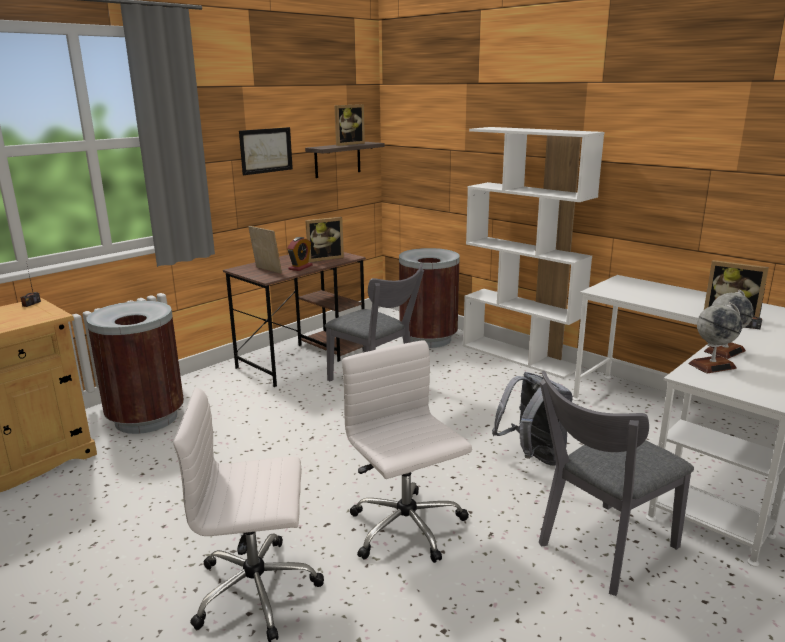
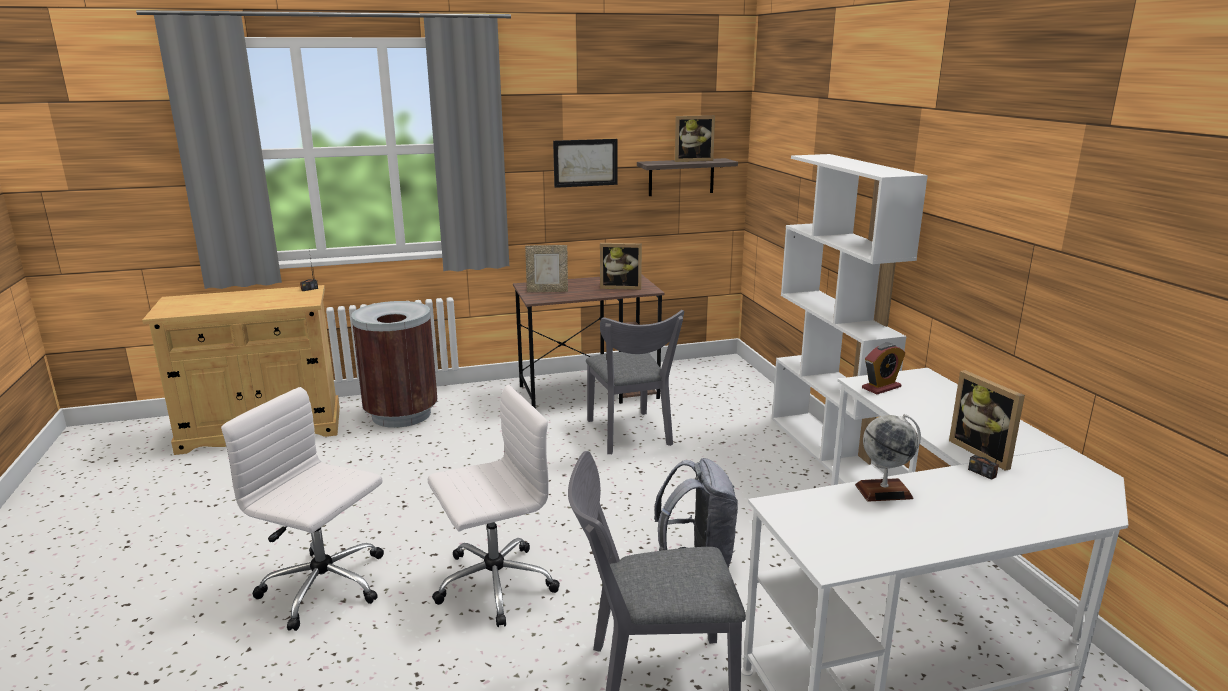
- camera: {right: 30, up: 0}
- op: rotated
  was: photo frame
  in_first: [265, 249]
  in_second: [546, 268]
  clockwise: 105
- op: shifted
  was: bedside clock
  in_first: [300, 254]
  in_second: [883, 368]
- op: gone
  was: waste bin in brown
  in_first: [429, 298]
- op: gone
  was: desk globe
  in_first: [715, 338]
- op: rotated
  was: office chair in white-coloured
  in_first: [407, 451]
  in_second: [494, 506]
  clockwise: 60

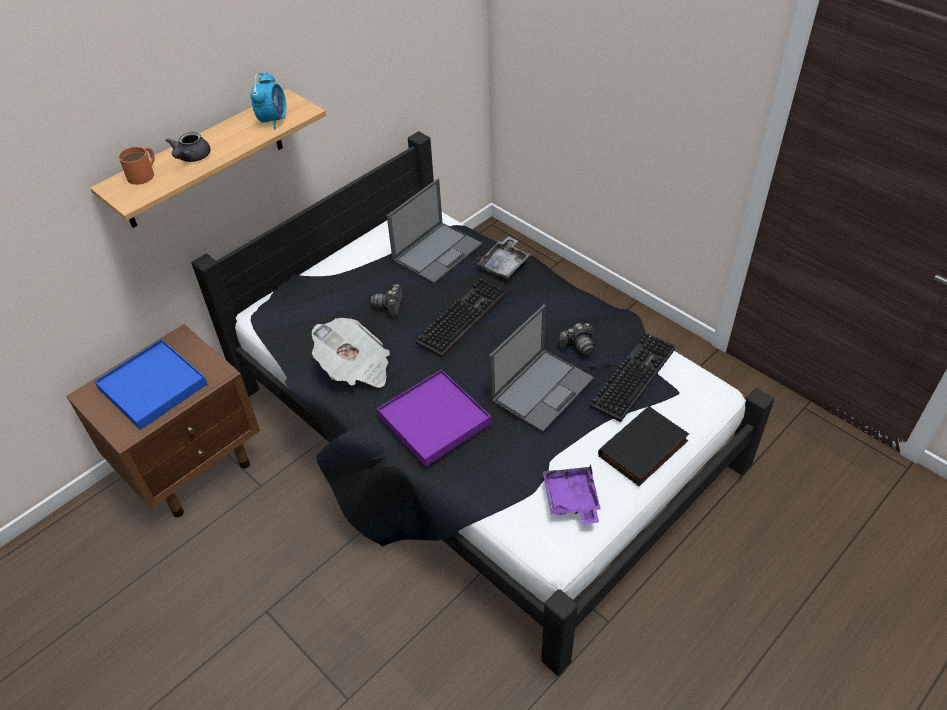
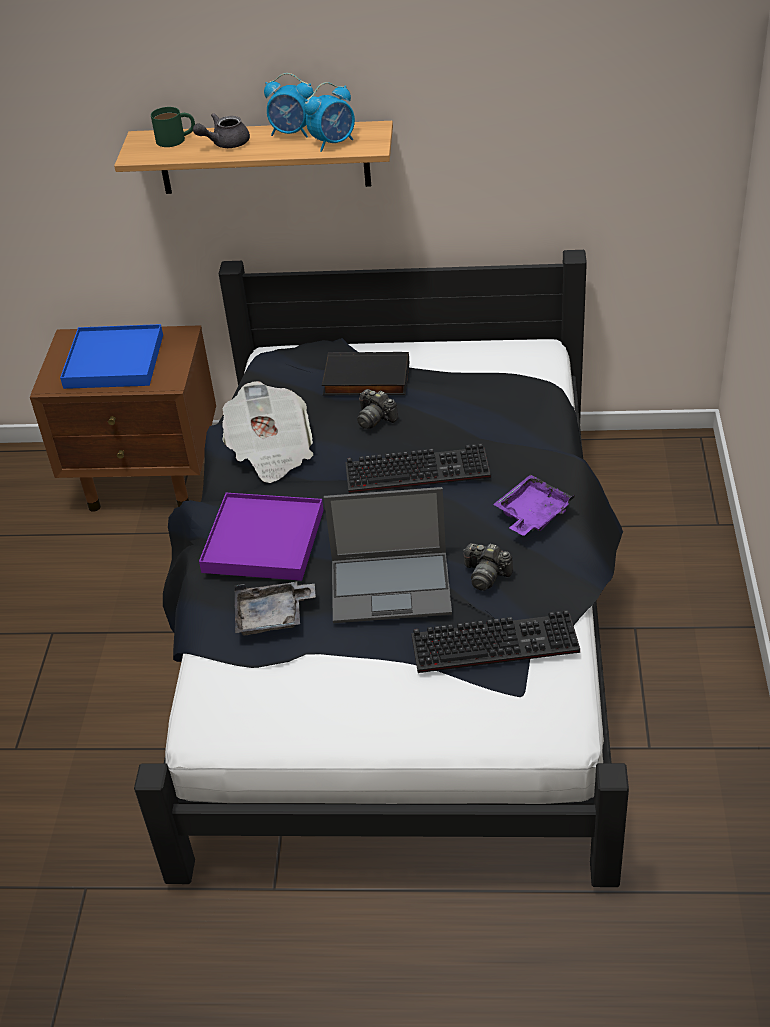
- camera: {right: 50, up: -5}
- op: repainted
  was: mug in orange-coloured
  now: mug in green
  in_first: [137, 166]
  in_second: [173, 127]
- op: gone
  was: notebook computer
  in_first: [434, 231]
- op: shifted
  was: serving tray in gray
  in_first: [503, 257]
  in_second: [275, 608]
- op: rotated
  was: photo camera
  in_first: [387, 300]
  in_second: [378, 409]
  clockwise: -105
- op: shifted
  was: volume in black-coloured
  in_first: [643, 446]
  in_second: [365, 373]
- op: shifted
  was: serving tray in purple
  in_first: [572, 494]
  in_second: [534, 505]
- op: new
  now: bedside clock
  in_second: [288, 105]

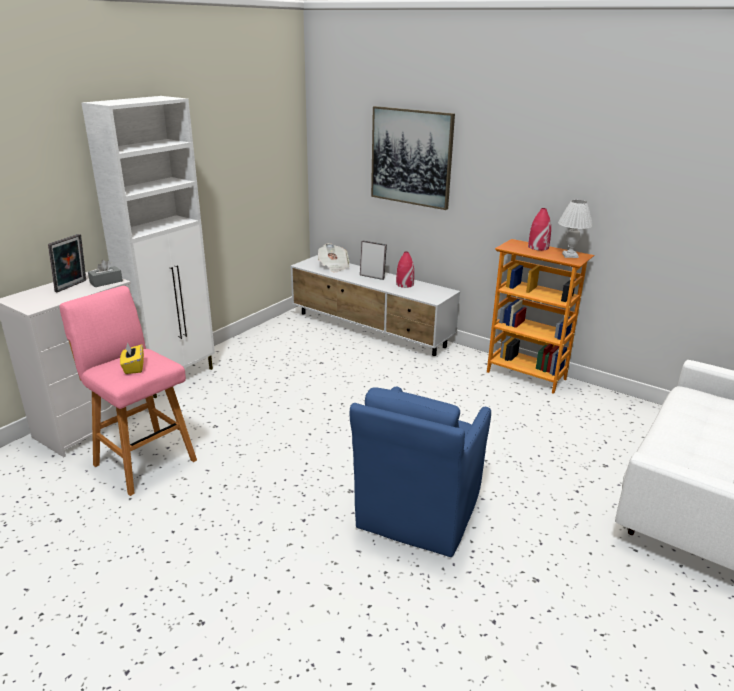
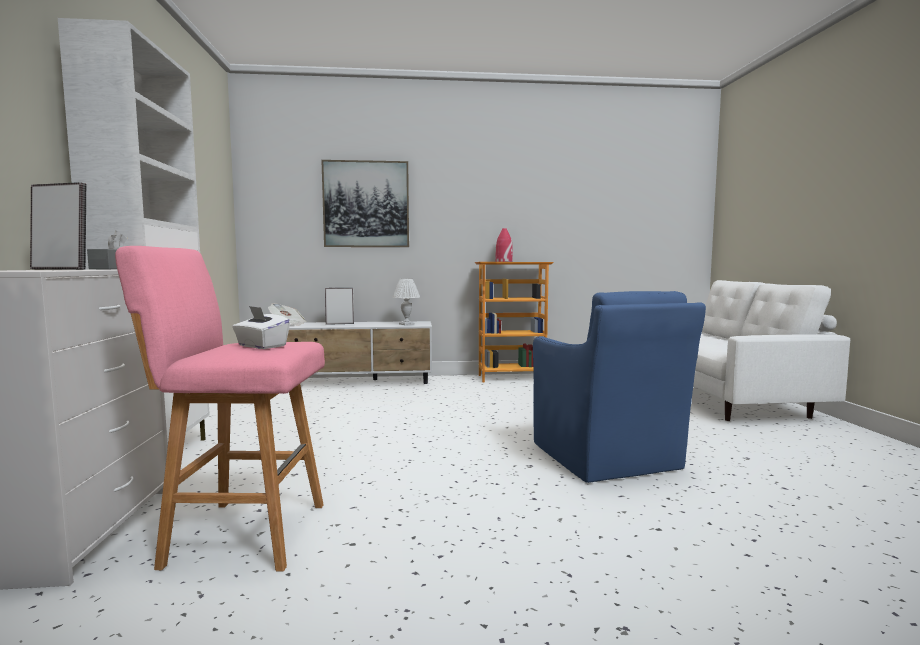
- camera: {right: -40, up: -20}
- op: shifted
  was: lamp for a table in white-coloured
  in_first: [575, 229]
  in_second: [406, 301]
- op: rotated
  was: photo frame
  in_first: [67, 263]
  in_second: [58, 226]
  clockwise: -60
- op: gone
  was: decorative vase in red-coloured
  in_first: [405, 269]
- op: repainted
  was: tissue box in yellow
  now: tissue box in white-coloured
  in_first: [132, 358]
  in_second: [261, 327]

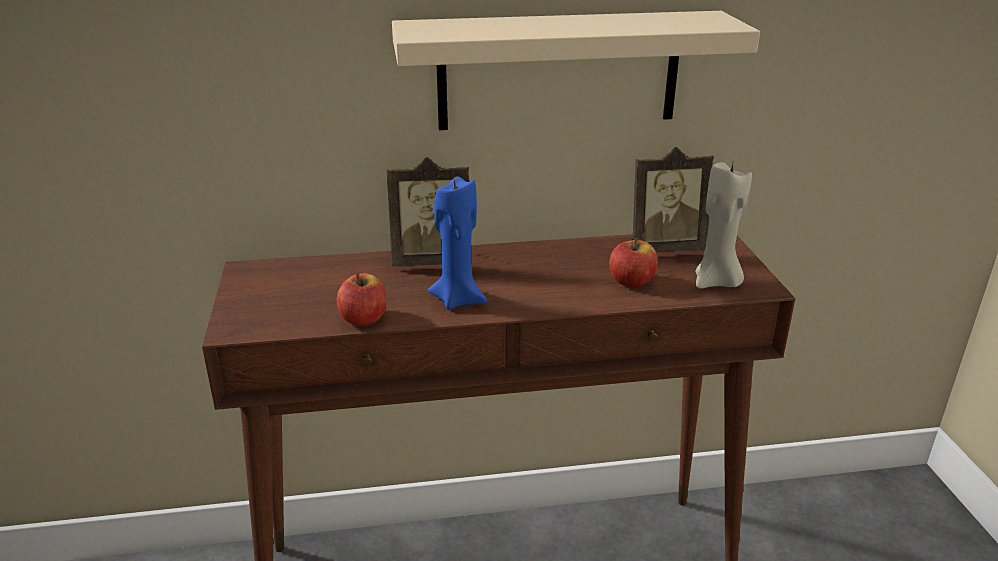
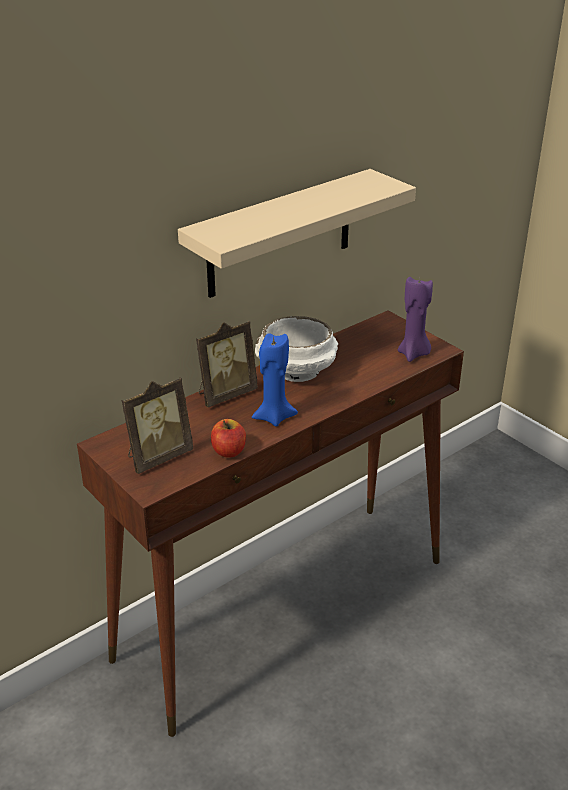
- camera: {right: -30, up: 5}
- op: shifted
  was: photo frame
  in_first: [673, 200]
  in_second: [157, 425]
- op: repainted
  was: wax light in sand-coloured
  now: wax light in purple
  in_first: [723, 225]
  in_second: [415, 319]
- op: gone
  was: apple
  in_first: [633, 262]
- op: new
  now: serving bowl in white-coloured
  in_second: [296, 349]

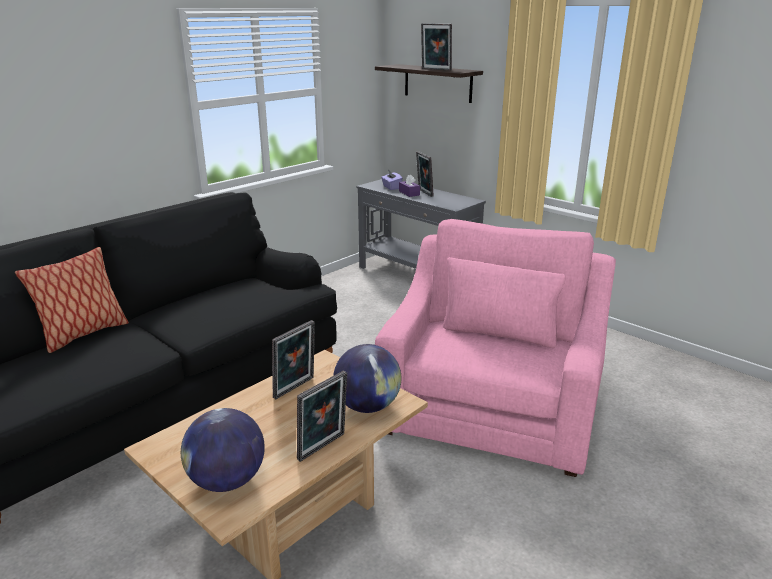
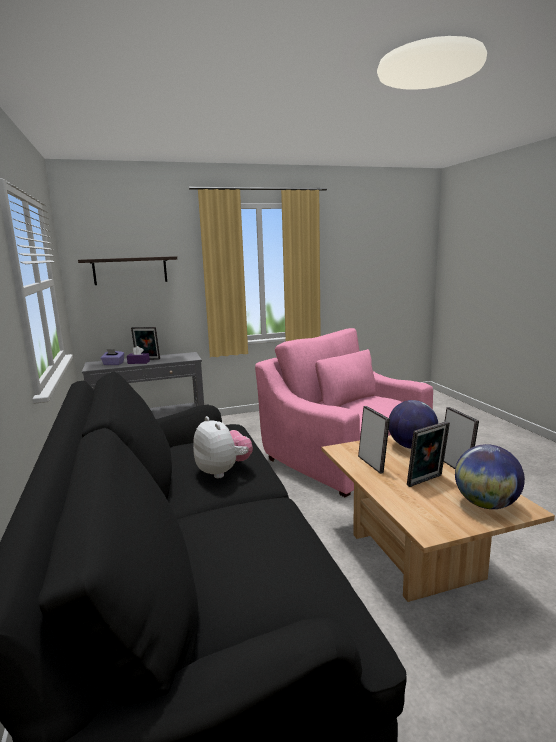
- camera: {right: -60, up: -10}
- op: shifted
  was: photo frame
  in_first: [436, 46]
  in_second: [428, 454]
- op: gone
  was: throw pillow
  in_first: [72, 300]
- op: new
  now: soft toy
  in_second: [223, 447]

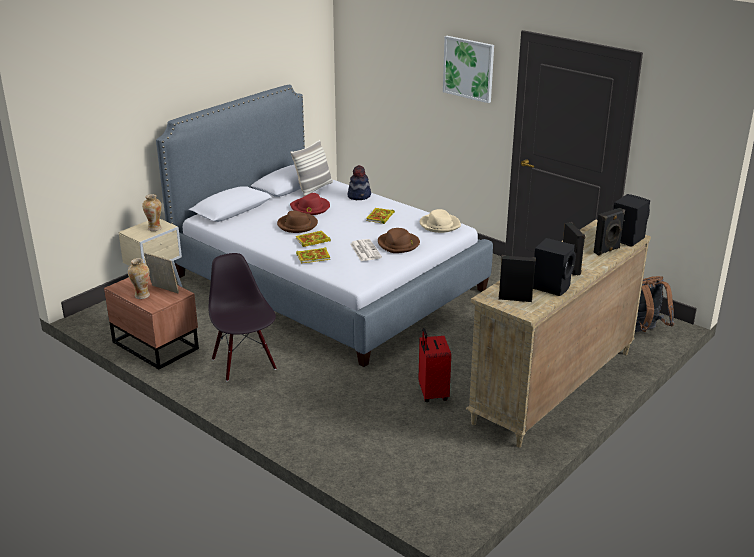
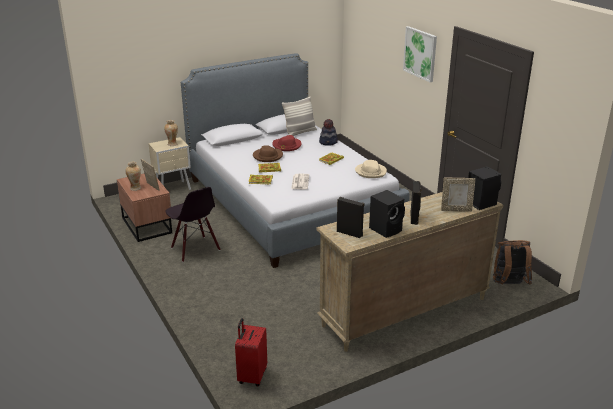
- camera: {right: 20, up: 0}
- op: swapped
  was: speaker in black-coloured
  now: photo frame
  in_first: [609, 232]
  in_second: [458, 195]
- op: gone
  was: clothing hat in brown
  in_first: [399, 240]
- op: rotated
  was: chair in black-coloured
  in_first: [242, 317]
  in_second: [193, 224]
  clockwise: 150
- op: shifted
  was: suitcase in red-coloured
  in_first: [434, 365]
  in_second: [251, 352]

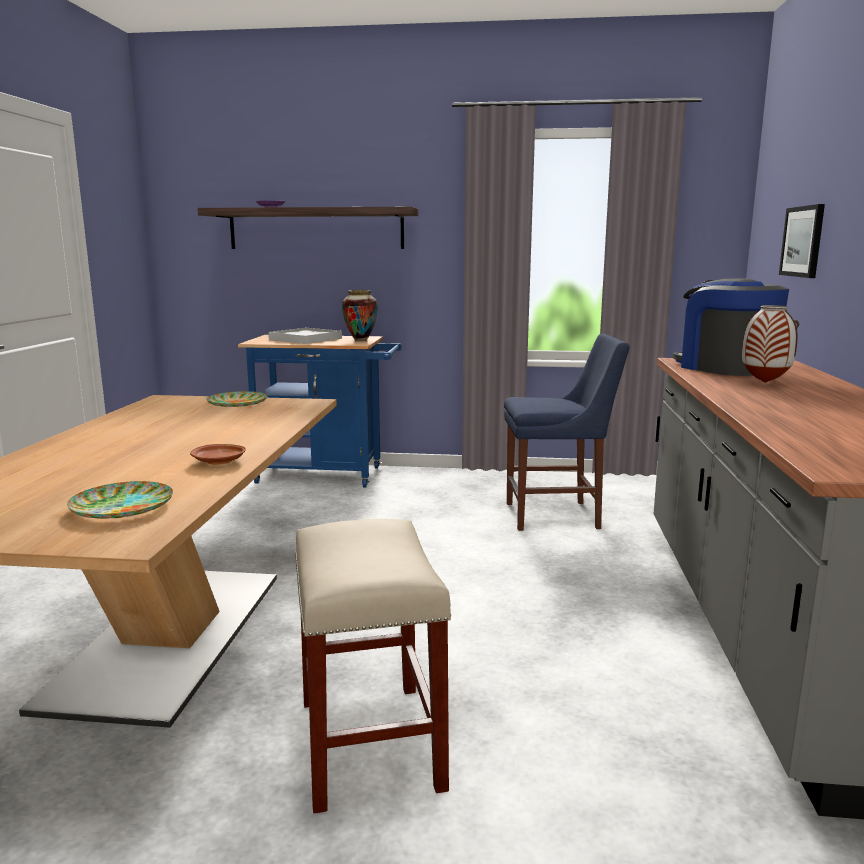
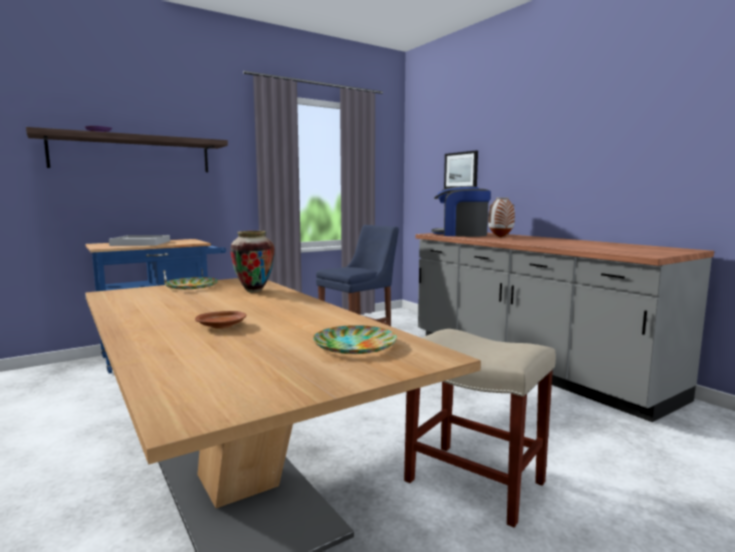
- camera: {right: -40, up: -5}
- op: shifted
  was: decorative vase
  in_first: [360, 315]
  in_second: [252, 261]
- op: shifted
  was: dinner plate in brown
  in_first: [218, 454]
  in_second: [220, 320]

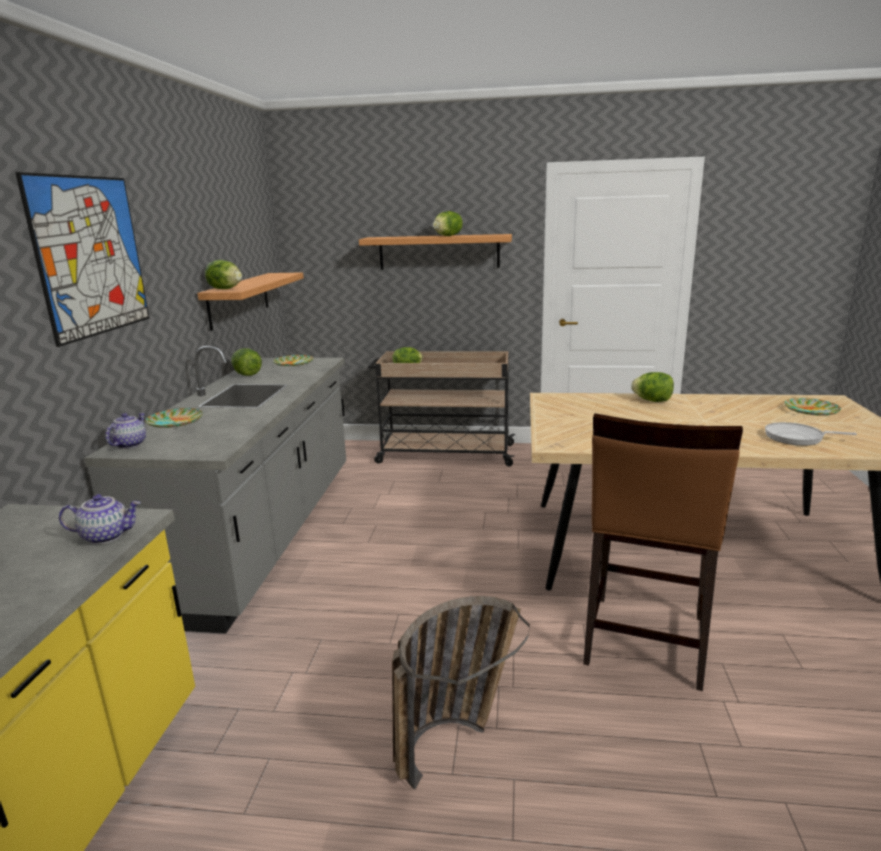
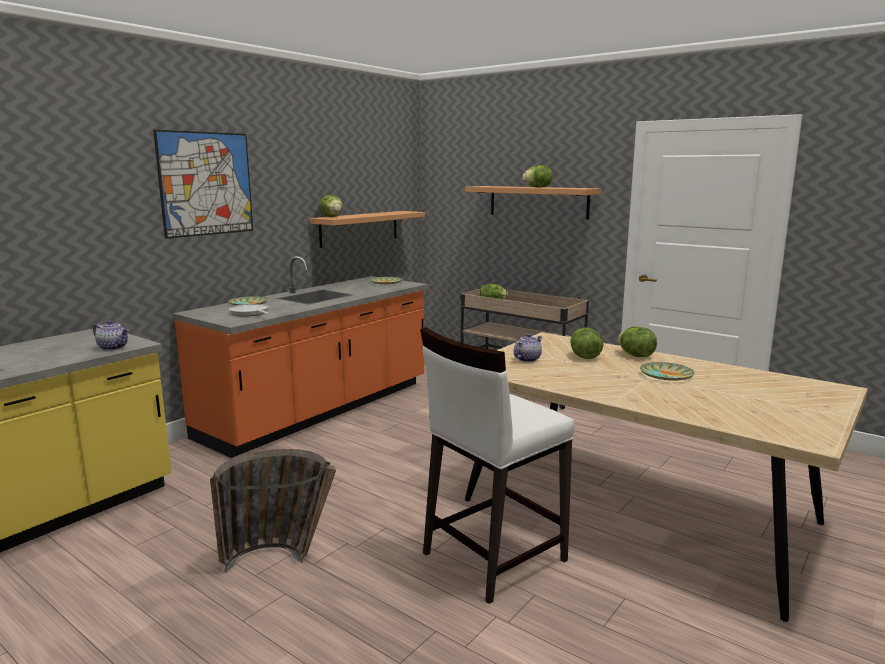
- camera: {right: 30, up: -5}
- op: repainted
  was: counter in gray
  now: counter in orange-coloured
  in_first: [215, 490]
  in_second: [300, 357]
- op: shifted
  was: head of lettuce
  in_first: [246, 362]
  in_second: [587, 343]
- op: shifted
  was: dinner plate
  in_first: [812, 407]
  in_second: [667, 371]
- op: shifted
  was: pot for tea
  in_first: [125, 431]
  in_second: [527, 348]
- op: repainted
  was: stool seat in brown
  now: stool seat in white-coloured
  in_first: [663, 552]
  in_second: [497, 465]
- op: shifted
  was: frying pan
  in_first: [811, 434]
  in_second: [249, 310]

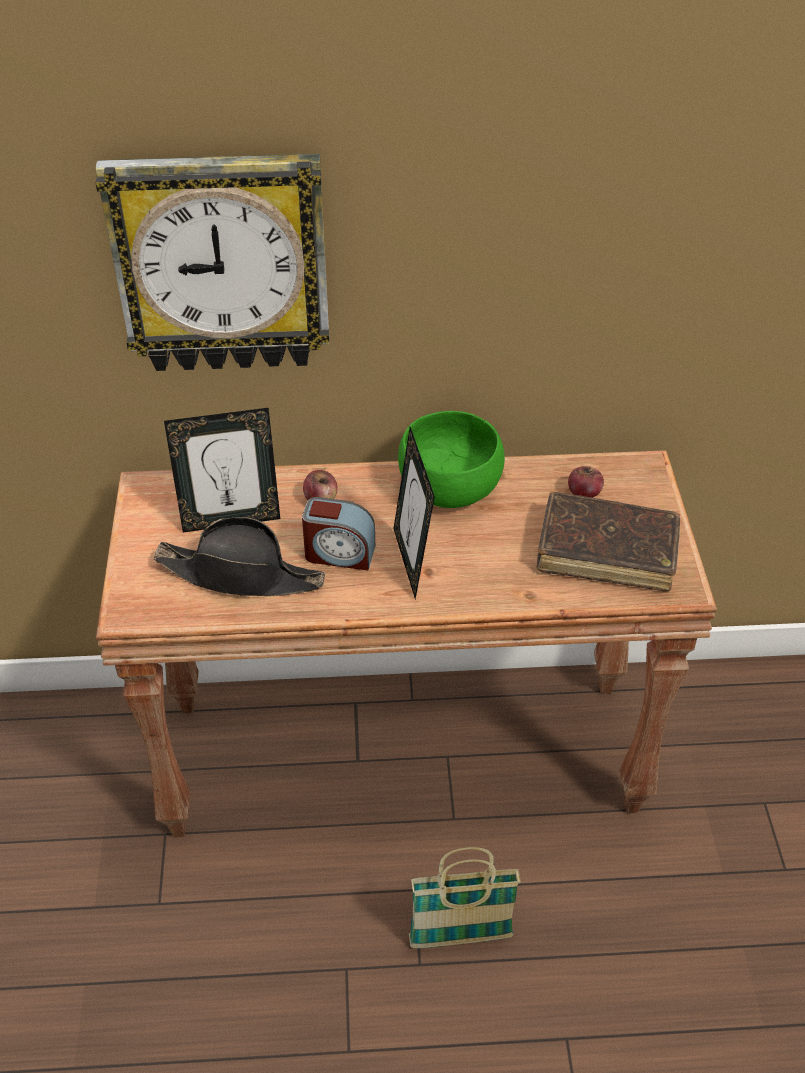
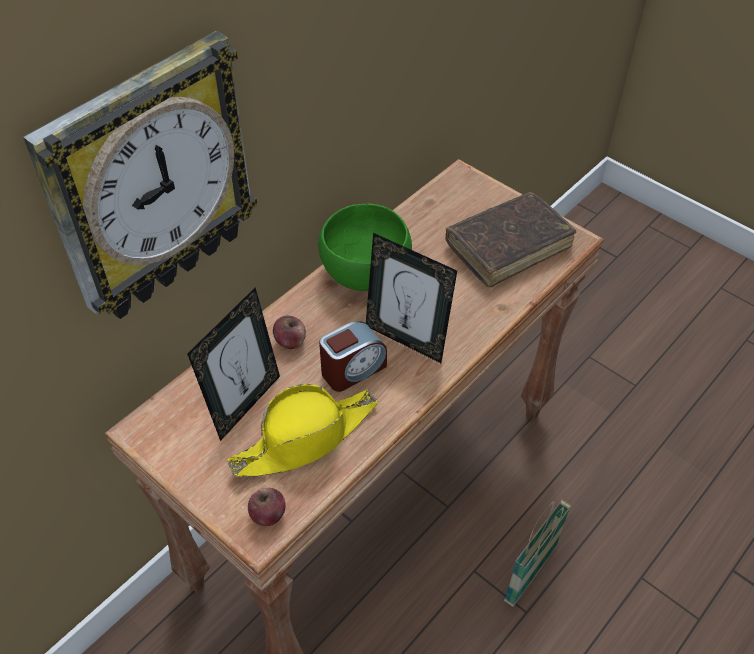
- camera: {right: -45, up: 5}
- op: shifted
  was: apple
  in_first: [586, 482]
  in_second: [267, 507]
- op: repainted
  was: clothing hat in black-coloured
  now: clothing hat in yellow
  in_first: [239, 556]
  in_second: [302, 430]

